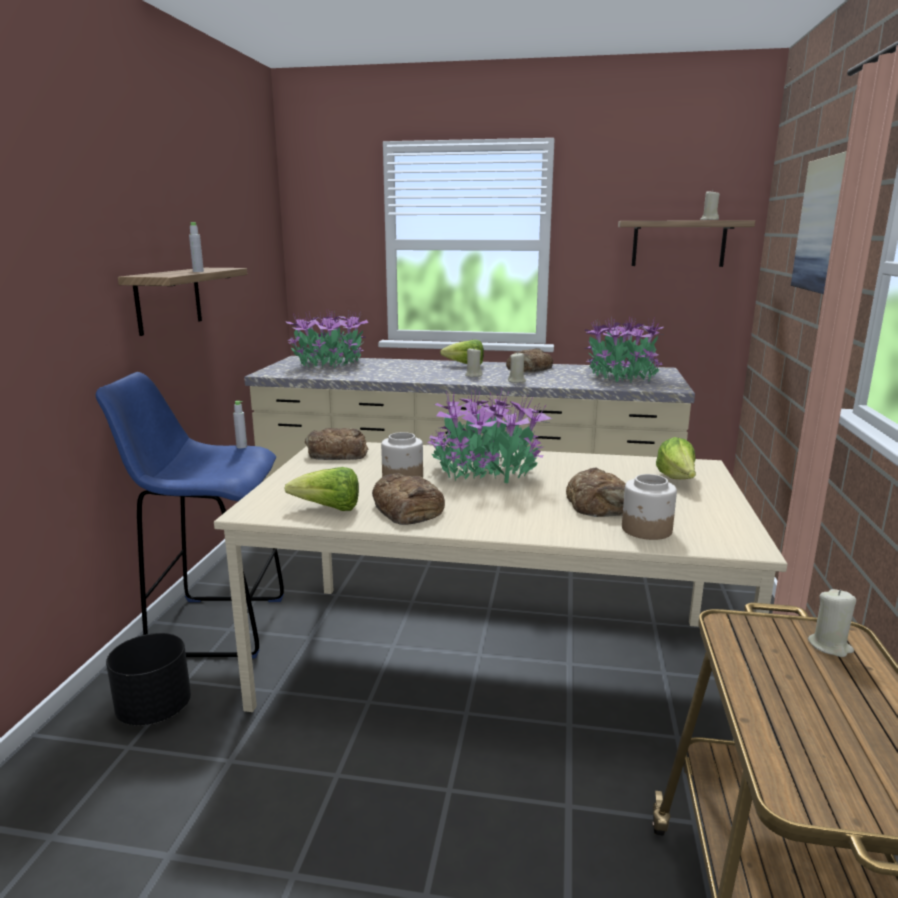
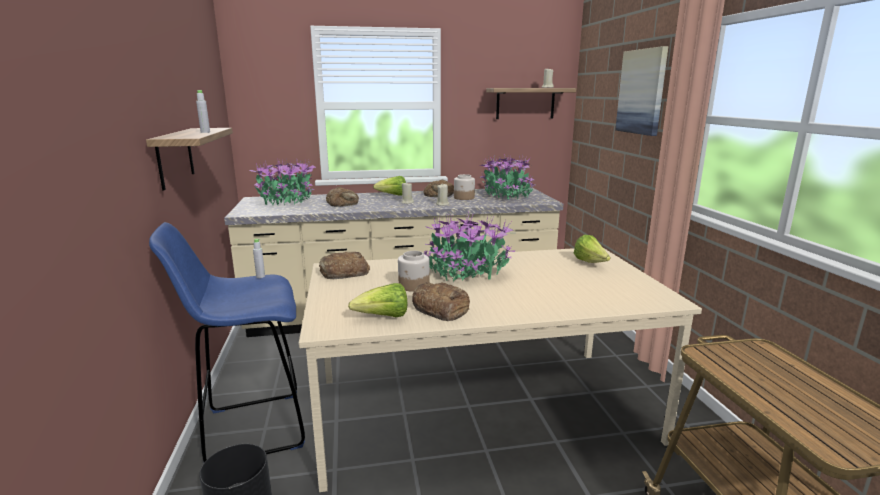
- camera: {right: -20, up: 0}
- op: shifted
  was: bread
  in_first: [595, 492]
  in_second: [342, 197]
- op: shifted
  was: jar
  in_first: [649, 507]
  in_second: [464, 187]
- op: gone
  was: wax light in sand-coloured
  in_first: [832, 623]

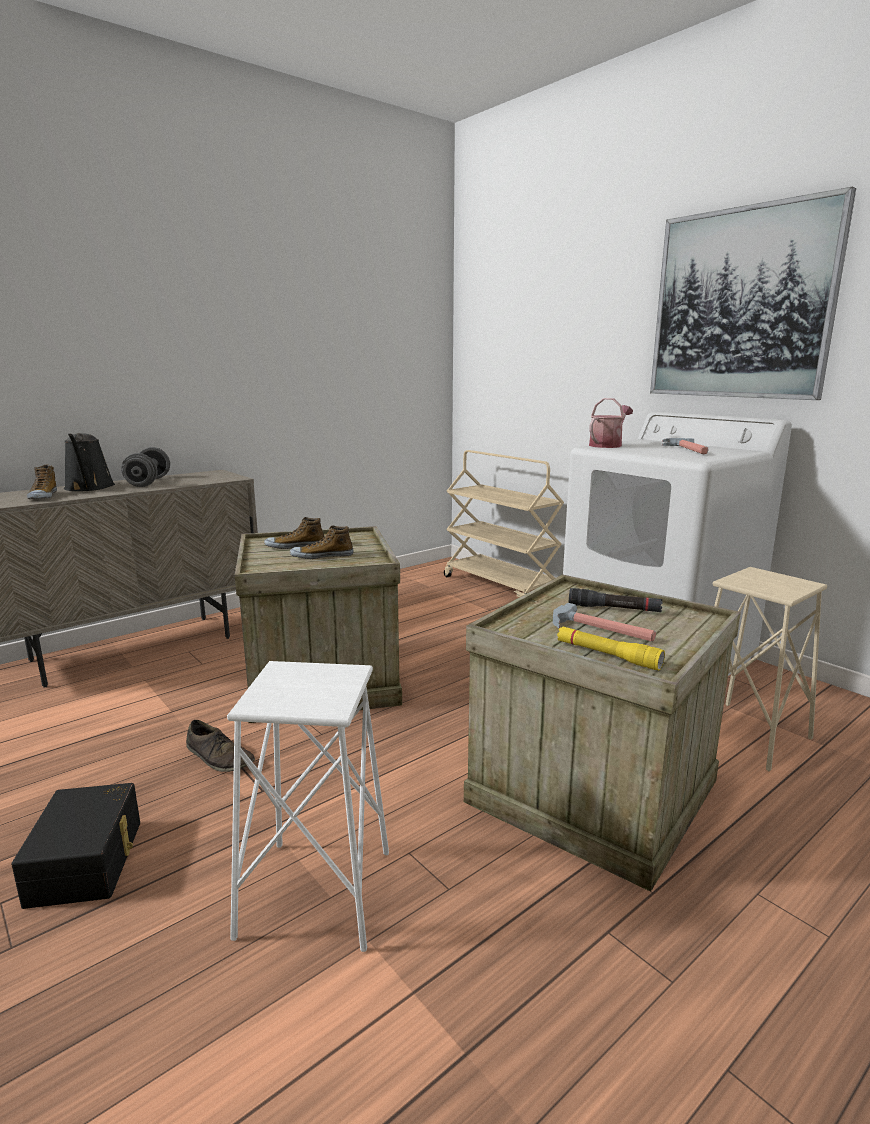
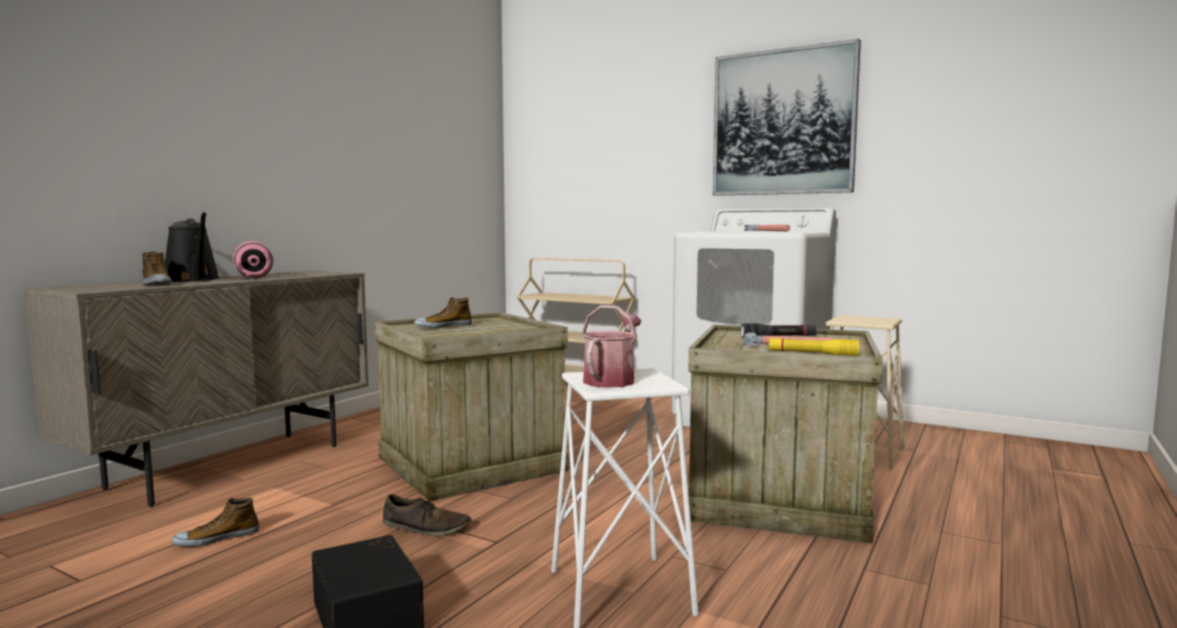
- camera: {right: -20, up: -10}
- op: shifted
  was: sprinkling can
  in_first: [611, 423]
  in_second: [611, 346]
- op: repainted
  was: dumbbell in gray
  now: dumbbell in pink
  in_first: [145, 467]
  in_second: [253, 259]
- op: shifted
  was: low shoe
  in_first: [322, 542]
  in_second: [215, 522]

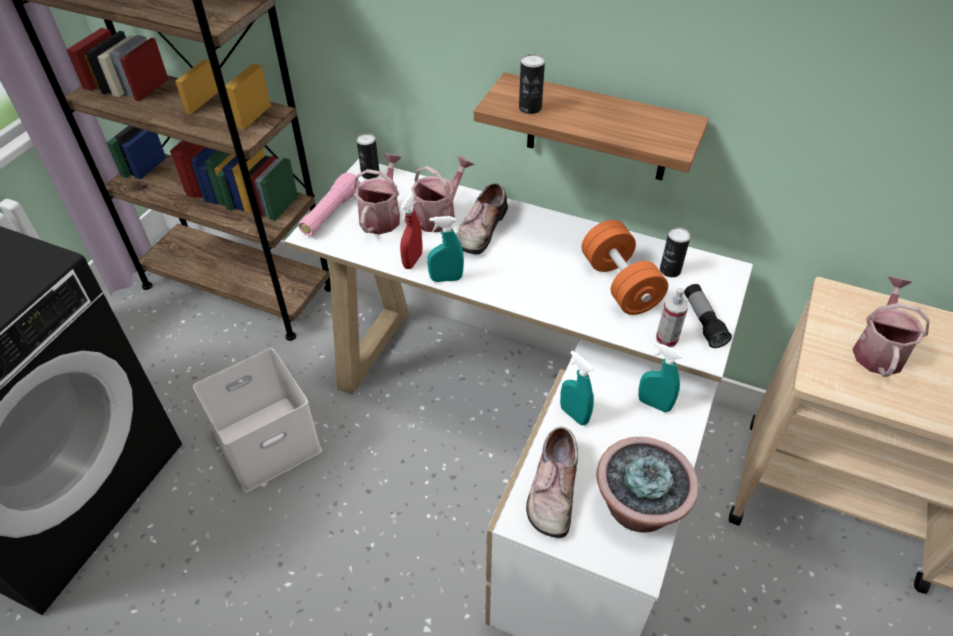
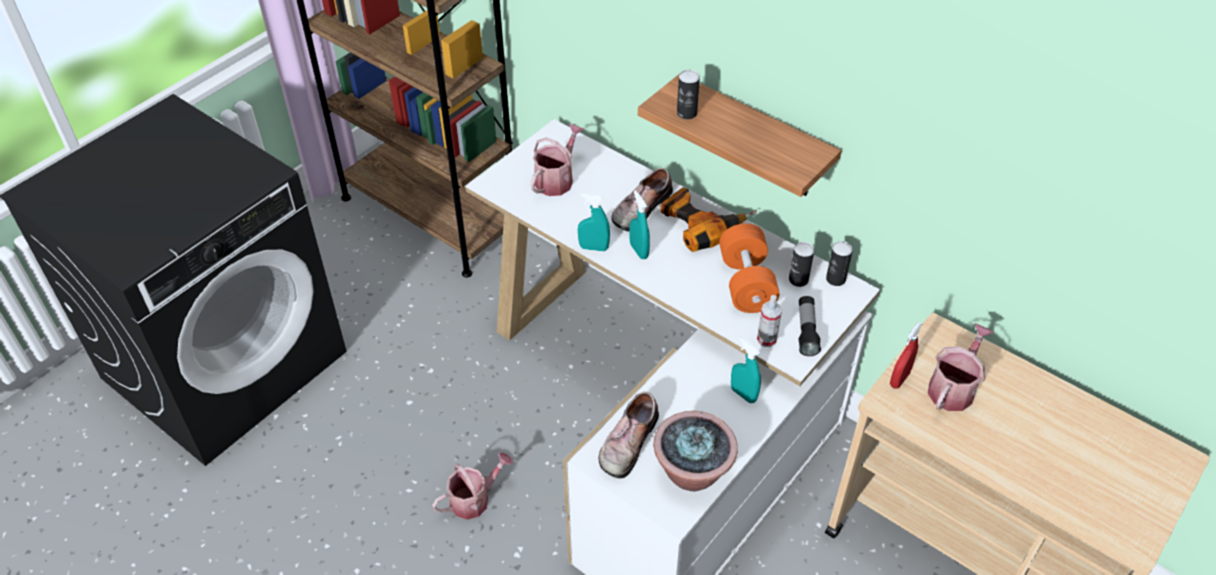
- camera: {right: 15, up: 0}
- op: shifted
  was: can
  in_first: [367, 156]
  in_second: [839, 263]
- op: shifted
  was: sprinkling can
  in_first: [439, 194]
  in_second: [472, 486]
- op: gone
  was: torch in pink
  in_first: [329, 204]
- op: shifted
  was: hand sprayer in red-coloured
  in_first: [411, 232]
  in_second: [906, 355]
- op: gone
  was: storage bin in white-coloured
  in_first: [257, 420]
- op: shifted
  was: hand sprayer in blue-green
  in_first: [577, 388]
  in_second: [640, 224]
- op: new
  now: power drill
  in_second: [708, 219]

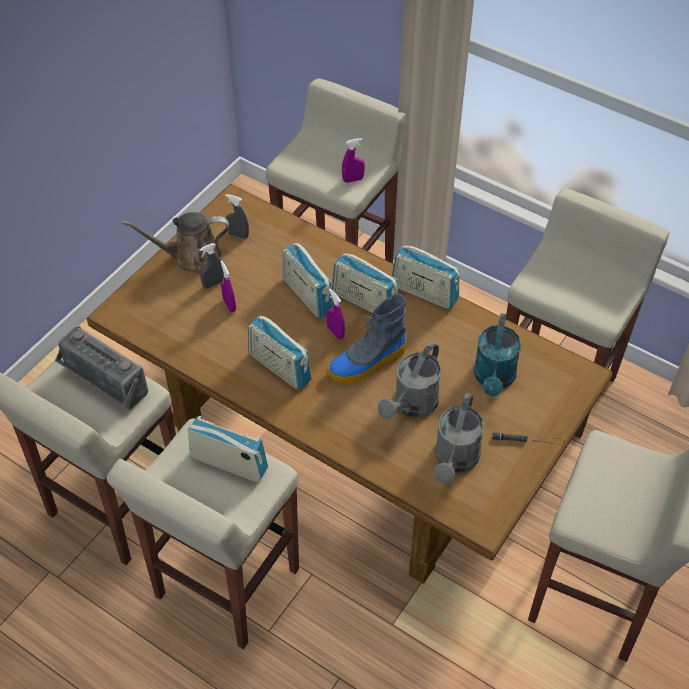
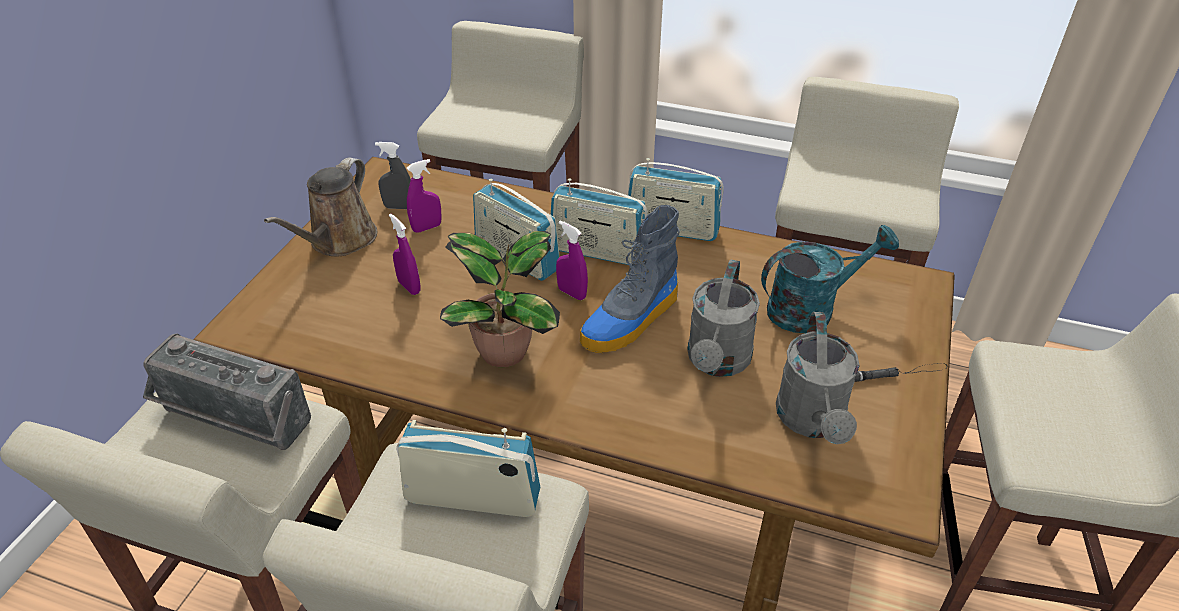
- camera: {right: -15, up: -10}
- op: shifted
  was: hand sprayer in purple
  in_first: [353, 160]
  in_second: [424, 196]
- op: rotated
  was: sprinkling can in brown
  in_first: [175, 242]
  in_second: [320, 207]
  clockwise: -45
- op: gone
  was: hand sprayer in gray
  in_first: [211, 266]
- op: rotated
  was: sprinkling can in blue-green
  in_first: [497, 354]
  in_second: [830, 279]
  clockwise: -105
- op: swapped
  was: radio receiver
  now: plant in a pot
  in_first: [280, 353]
  in_second: [500, 299]

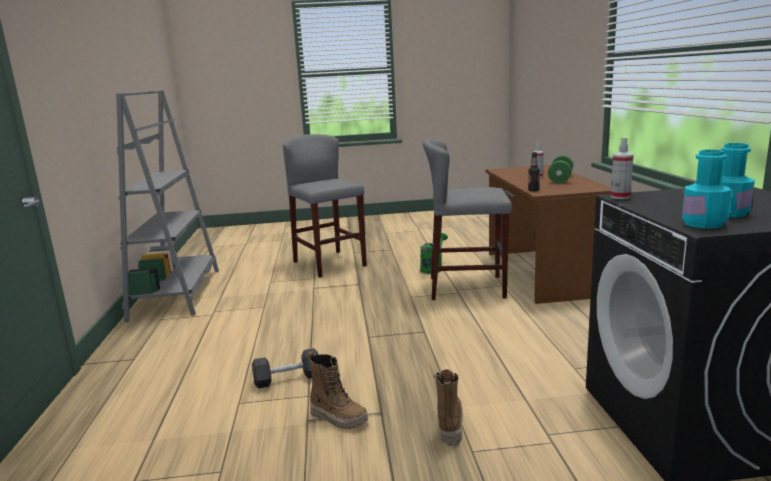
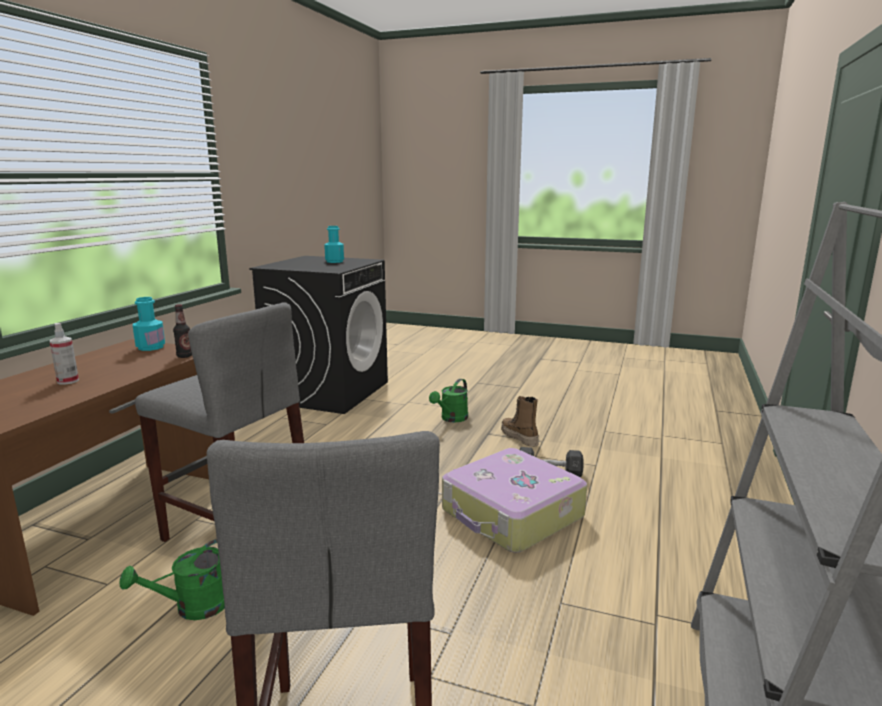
- camera: {right: -155, up: 0}
- op: gone
  was: hand sprayer
  in_first: [622, 168]
- op: shifted
  was: bottle in blue-green
  in_first: [706, 189]
  in_second: [149, 324]
- op: gone
  was: dumbbell in green
  in_first: [560, 169]
- op: swapped
  was: tall boot
  now: sprinkling can in green
  in_first: [448, 408]
  in_second: [448, 400]
- op: new
  now: suitcase
  in_second: [514, 500]

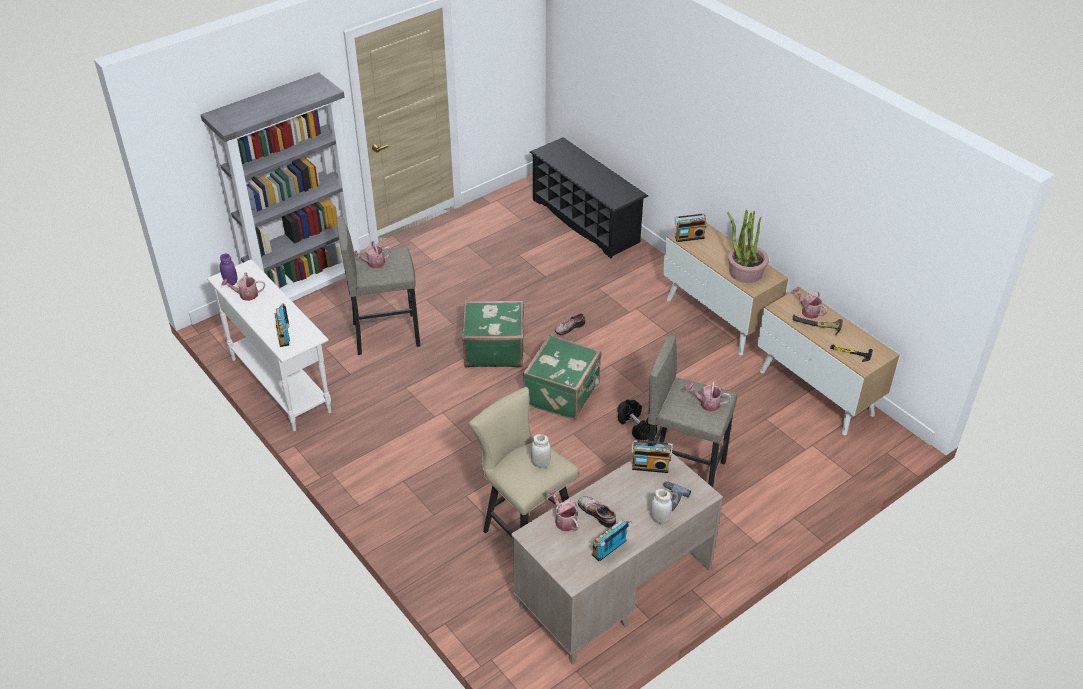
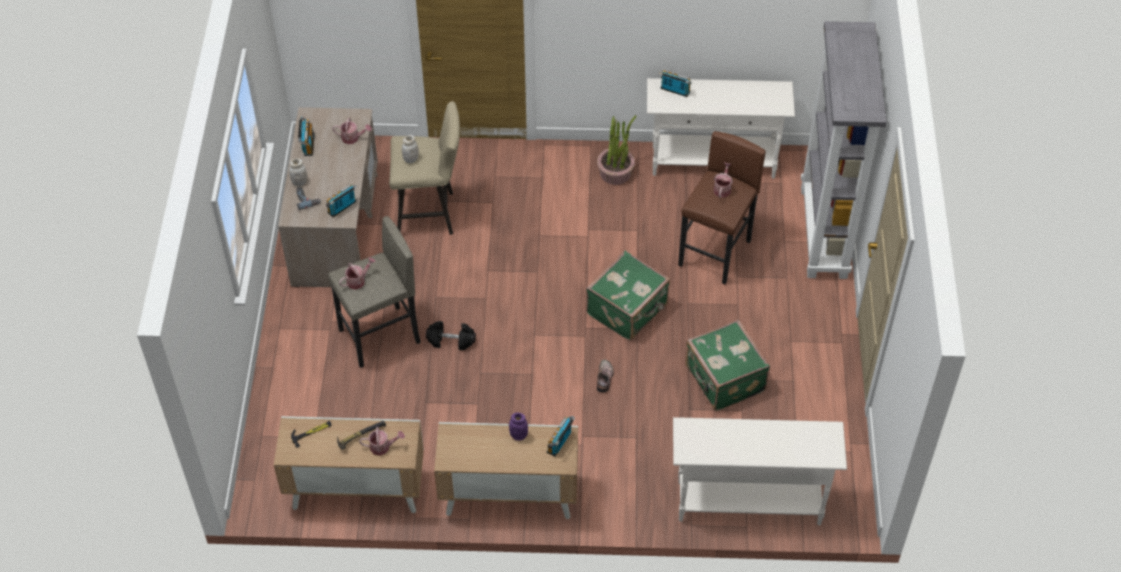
- camera: {right: 130, up: 10}
- op: swapped
  was: shoe stand in black-coloured
  now: hall table in white-coloured
  in_first: [589, 197]
  in_second: [760, 471]
- op: shifted
  was: plant in a pot
  in_first: [748, 246]
  in_second: [616, 150]
- op: repainted
  was: stool seat in gray
  now: stool seat in brown
  in_first: [378, 285]
  in_second: [722, 207]
- op: shifted
  was: jar in purple
  in_first: [228, 269]
  in_second: [518, 427]
- op: gone
  was: sprinkling can
  in_first: [243, 286]
- op: shifted
  was: suitcase in green
  in_first: [562, 377]
  in_second: [727, 365]
- op: gone
  was: low shoe
  in_first: [597, 512]

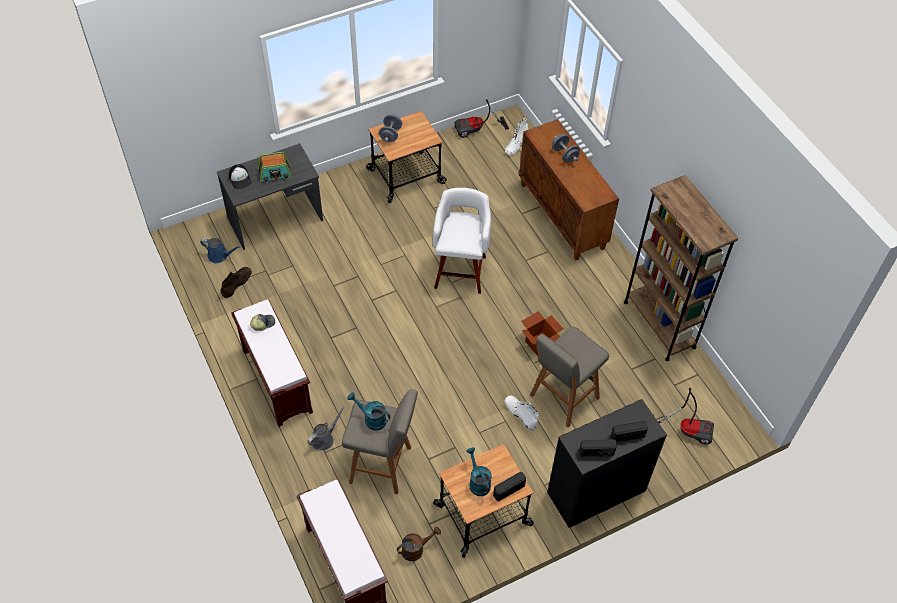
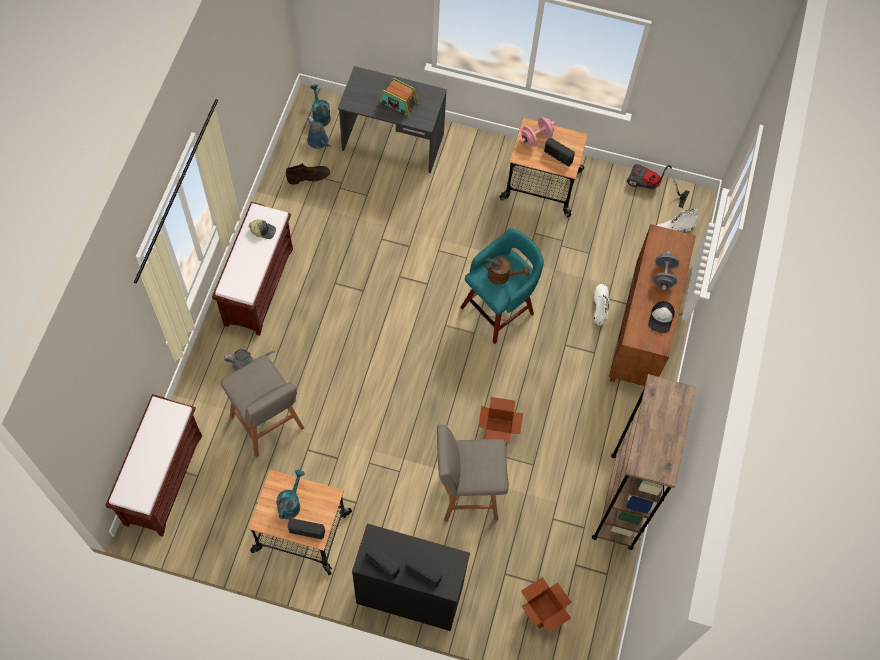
- camera: {right: 40, up: 10}
- op: repainted
  was: dumbbell in gray
  now: dumbbell in pink
  in_first: [390, 128]
  in_second: [537, 132]
- op: shifted
  was: peaked cap
  in_first: [240, 176]
  in_second: [661, 317]
- op: repainted
  was: stool seat in white-coloured
  now: stool seat in blue-green
  in_first: [462, 241]
  in_second: [502, 286]
- op: swapped
  was: hoover
  now: carton
  in_first: [686, 416]
  in_second: [546, 605]
- op: shifted
  was: sprinkling can in blue-green
  in_first: [368, 411]
  in_second: [320, 105]
- op: shifted
  was: tall boot in white-coloured
  in_first: [521, 413]
  in_second: [601, 305]
- op: shifted
  was: sprinkling can in brown
  in_first: [419, 543]
  in_second: [506, 270]
- op: new
  now: radio receiver
  in_second: [559, 151]

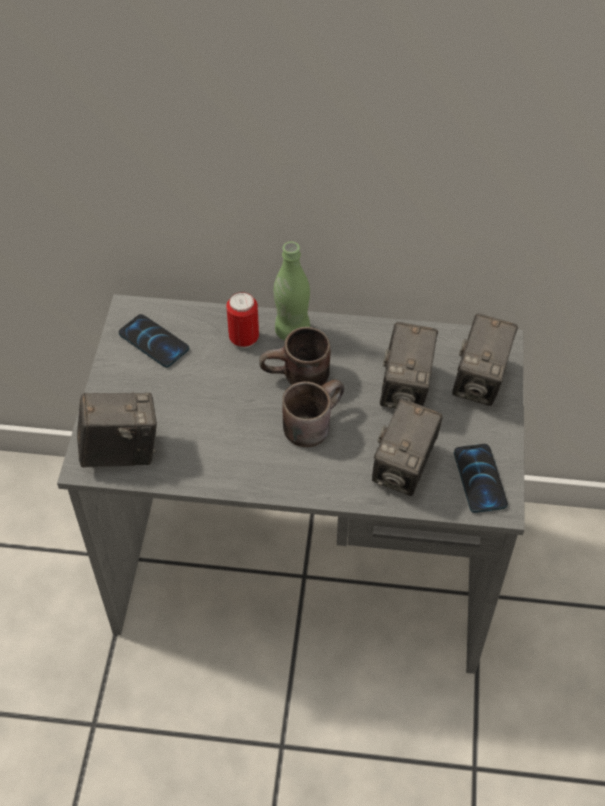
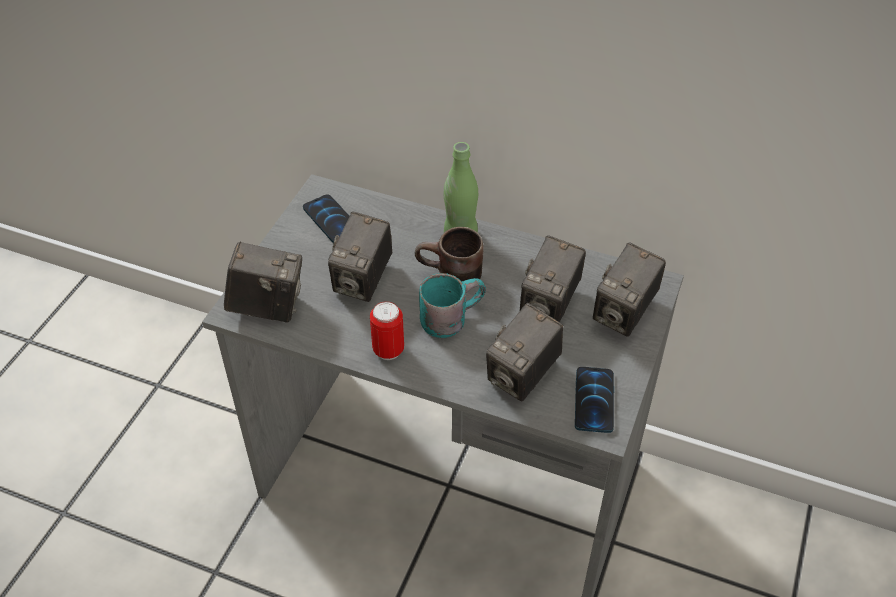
- camera: {right: 15, up: -5}
- op: shifted
  was: can
  in_first: [242, 320]
  in_second: [387, 330]
- op: repainted
  was: mug in brown
  now: mug in blue-green
  in_first: [313, 413]
  in_second: [452, 305]
- op: new
  now: photo camera
  in_second: [360, 256]

